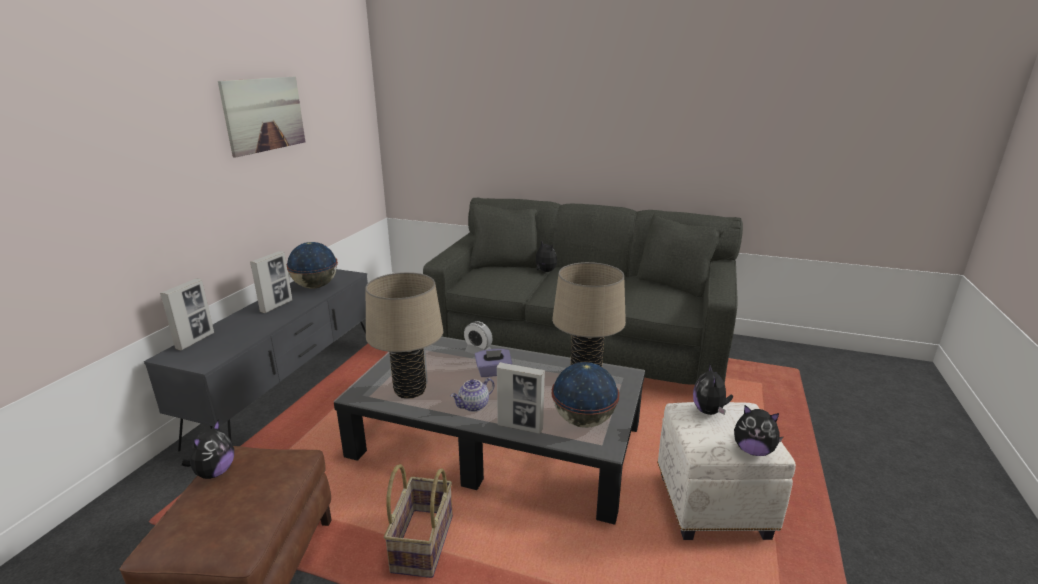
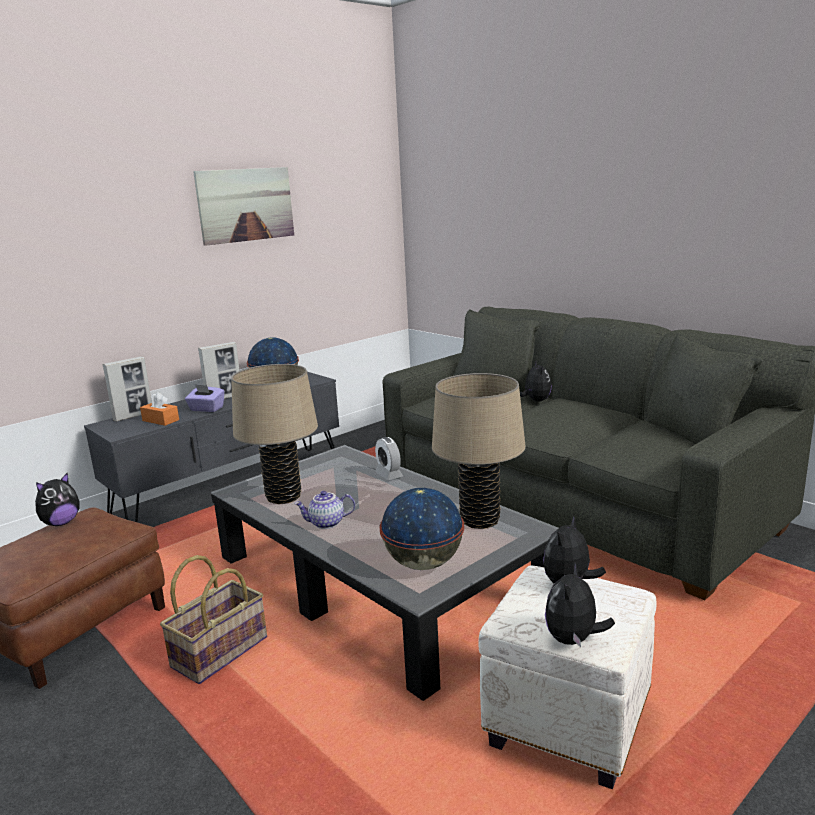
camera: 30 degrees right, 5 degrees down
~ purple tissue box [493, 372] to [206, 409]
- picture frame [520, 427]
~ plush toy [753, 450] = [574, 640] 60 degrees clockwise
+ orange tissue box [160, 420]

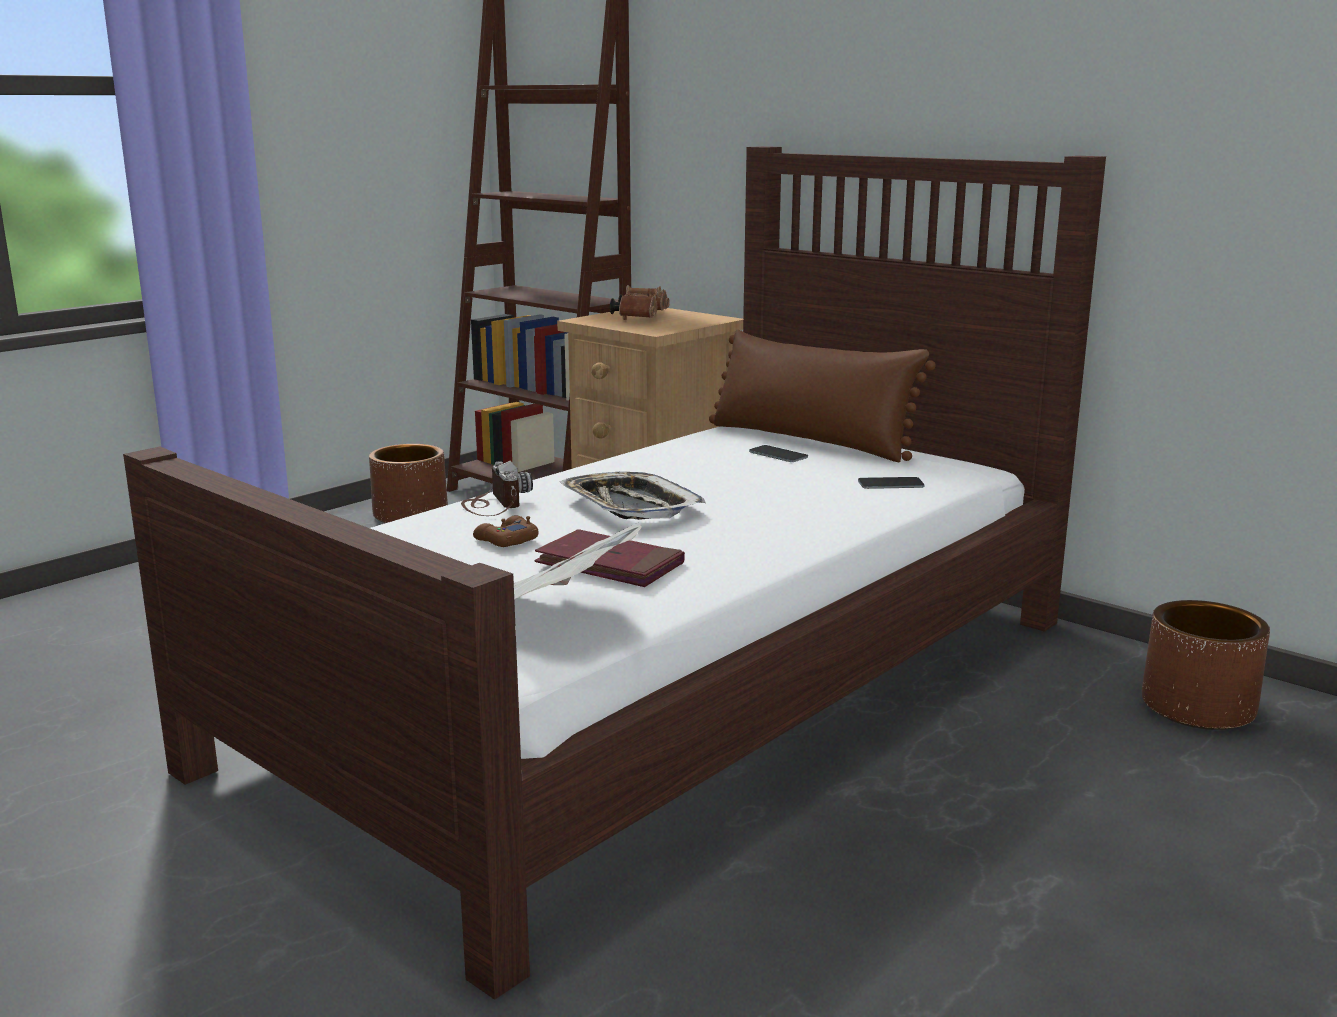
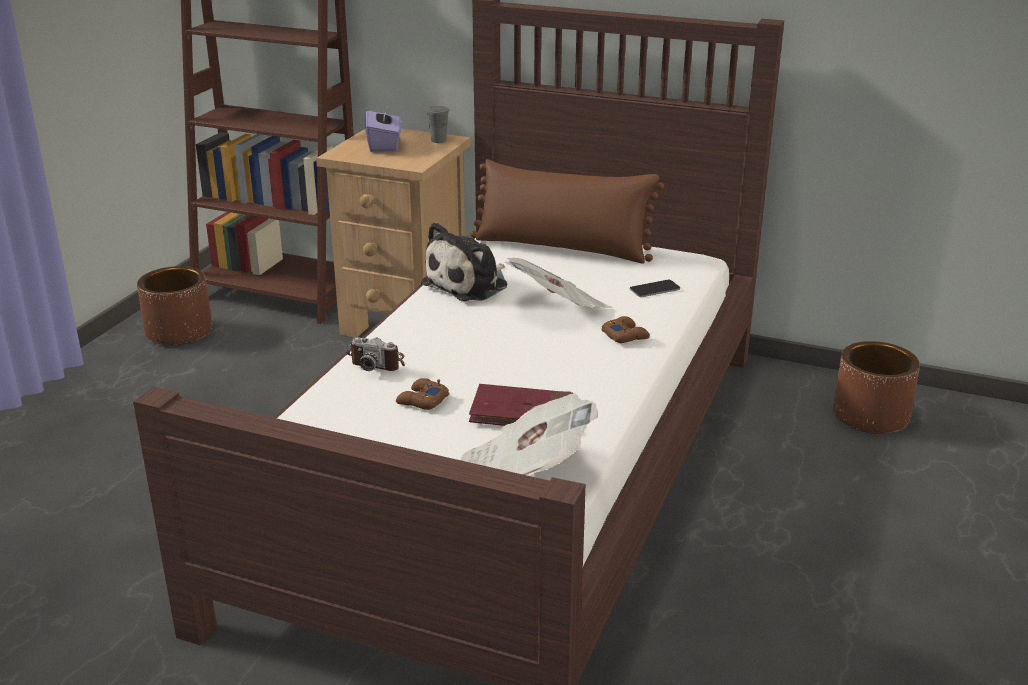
camera: 20 degrees left, 10 degrees up
~ photo camera [493, 505] = [378, 362] 150 degrees clockwise
- tray [630, 506]
~ brown binoculars [641, 317] to purple tissue box [384, 145]
- phone [778, 454]
+ plush toy [469, 284]
+ grey cup [438, 140]
+ newspaper [558, 310]
+ brown game controller [625, 335]

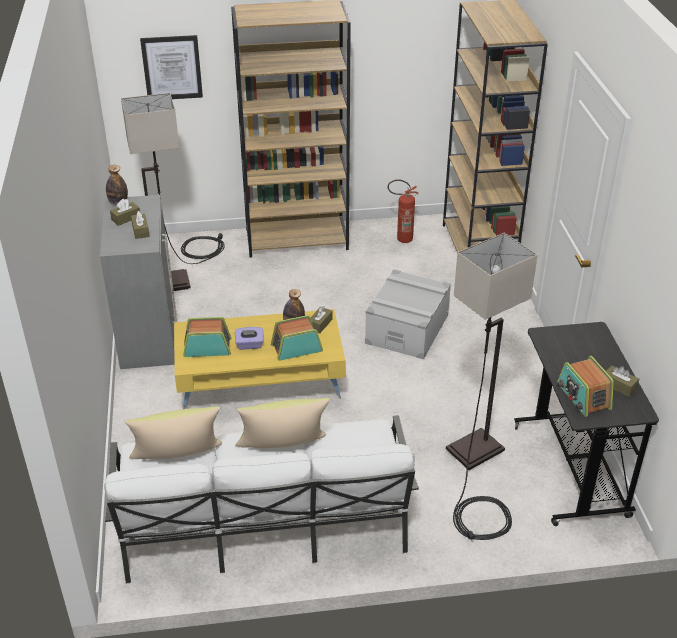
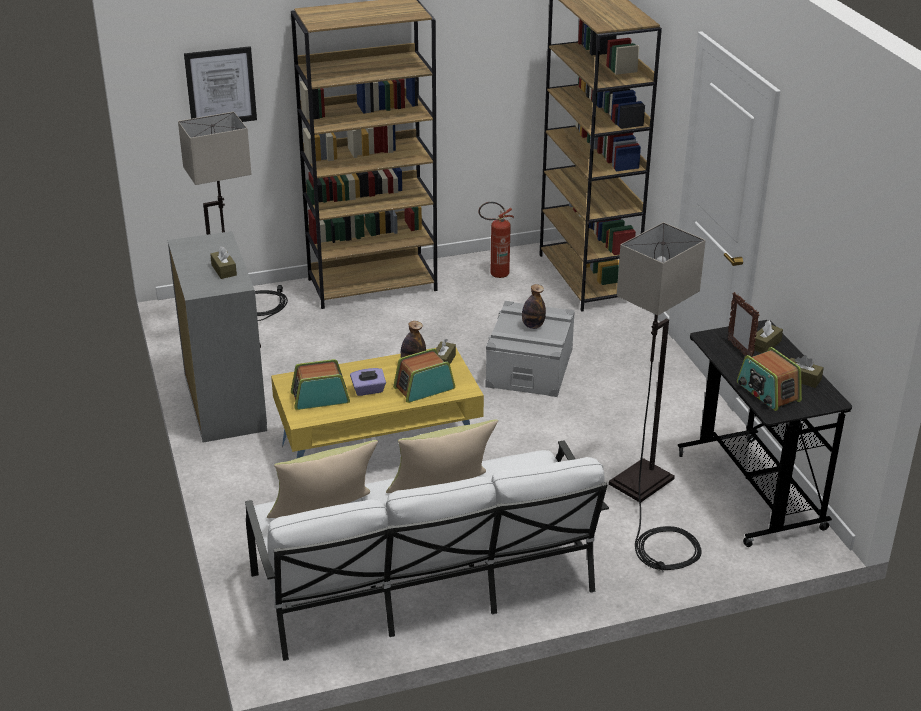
camera: 10 degrees left, 5 degrees down
~ bottle [118, 202] to [533, 326]
~ brown tissue box [126, 218] to [765, 344]
+ picture frame [739, 350]

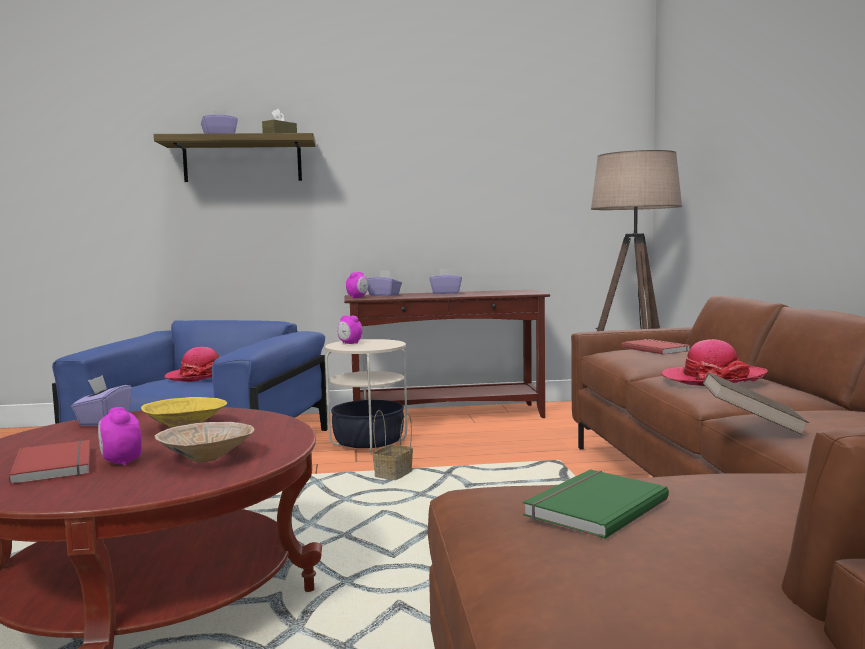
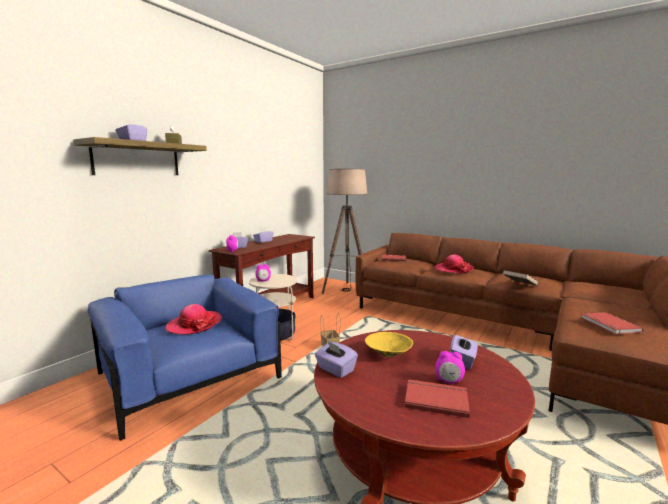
camera: 50 degrees left, 5 degrees up
~ beige bowl [208, 458] to purple tissue box [463, 361]
~ green book [592, 507] to red book [609, 325]

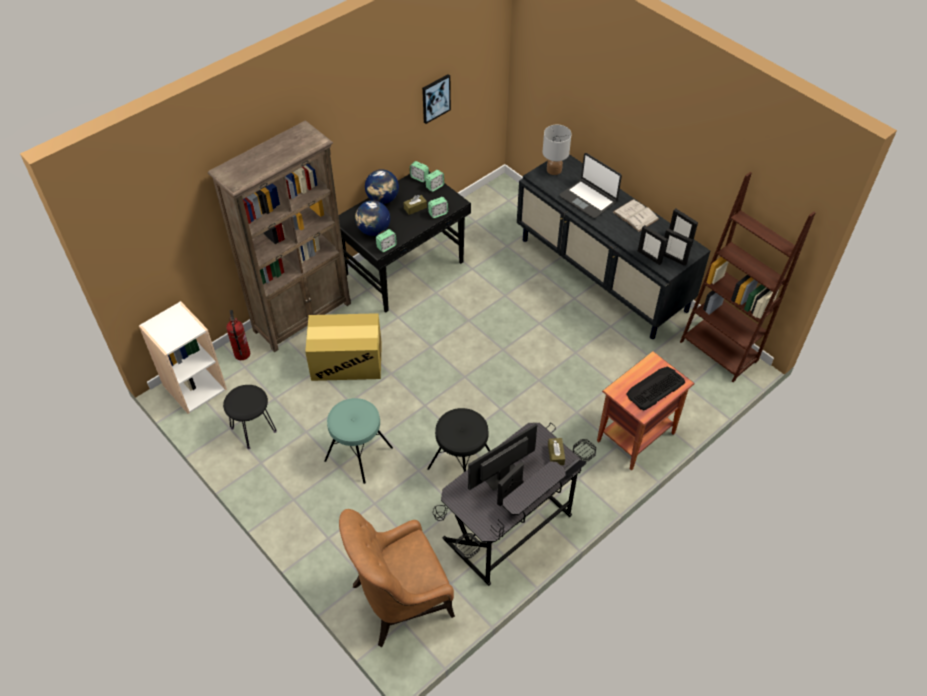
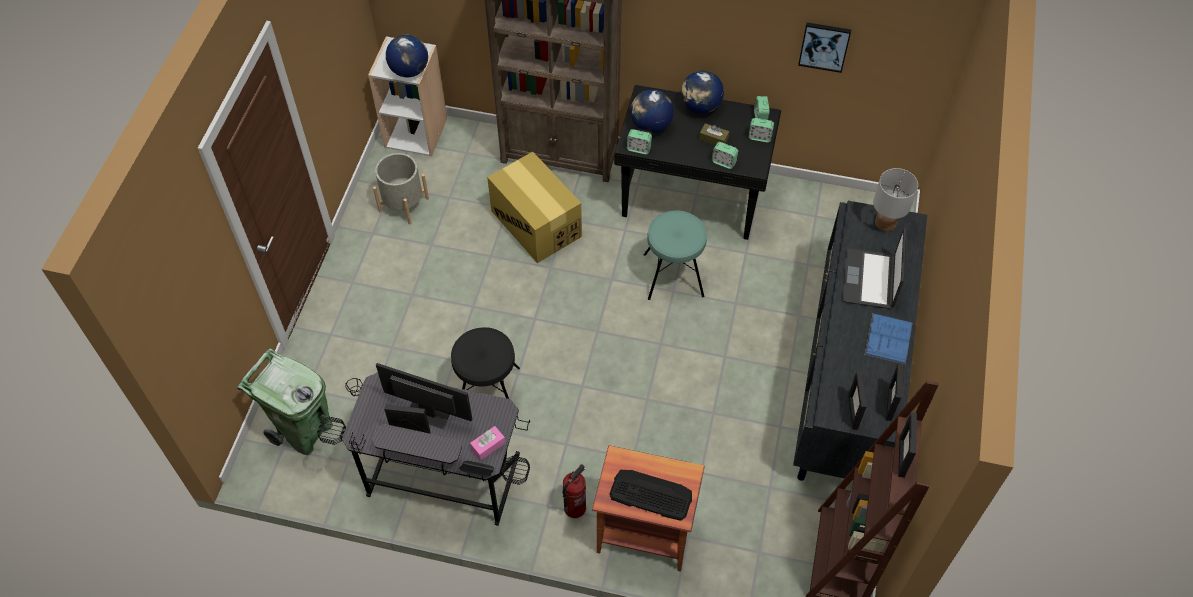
camera: 55 degrees right, 5 degrees up
~ black stool [253, 429] to grey planter [403, 204]
~ fire extinguisher [242, 354] to [574, 507]
~ turquoise stool [358, 454] to [673, 275]
~ brown chair [400, 599] to green trash can [304, 431]
~ brown tissue box [556, 454] to pink tissue box [488, 446]
~ white book [635, 215] to blue book [888, 338]
~ picture frame [650, 256] to [902, 457]
+ globe [409, 70]

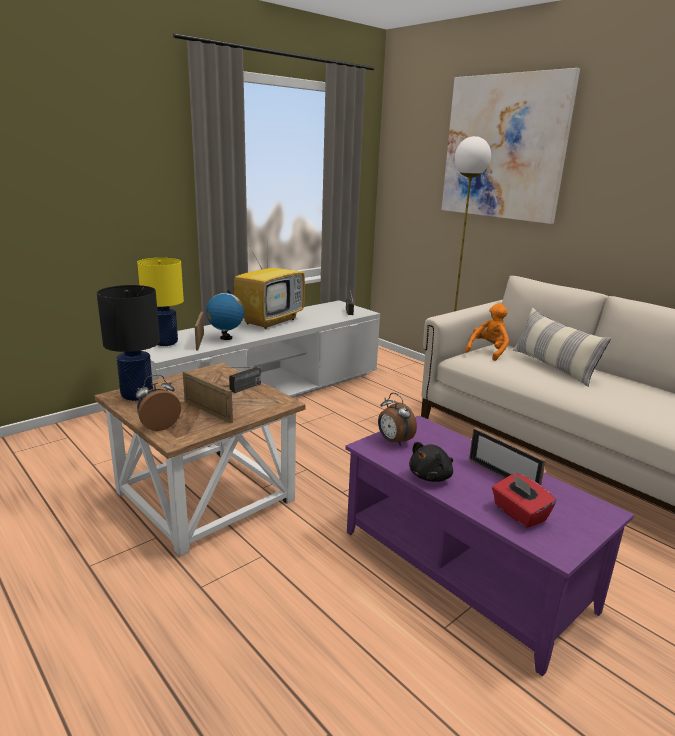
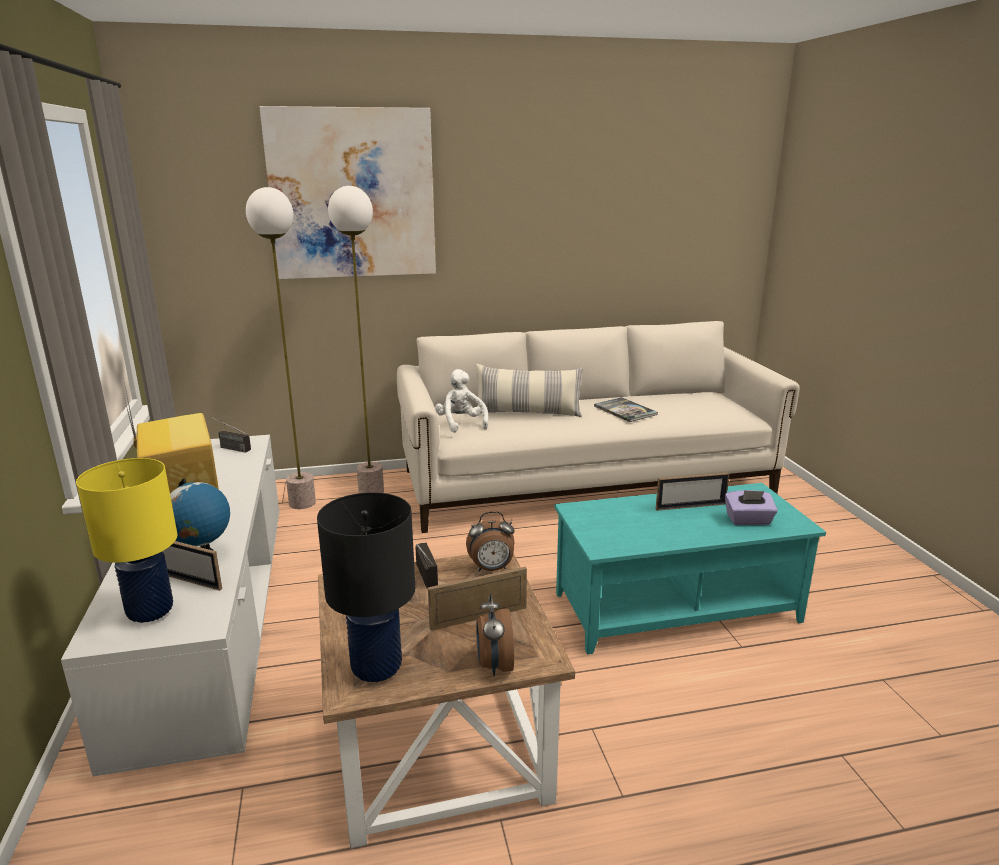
camera: 60 degrees left, 0 degrees up
~ purple coffee table [465, 568] to turquoise coffee table [675, 606]
~ alarm clock [393, 441] to [491, 569]
- black plush toy [431, 476]
~ orange plush toy [488, 352] to white plush toy [461, 424]
~ red tissue box [519, 514] to purple tissue box [748, 520]
+ floor lamp [302, 503]
+ book [625, 410]

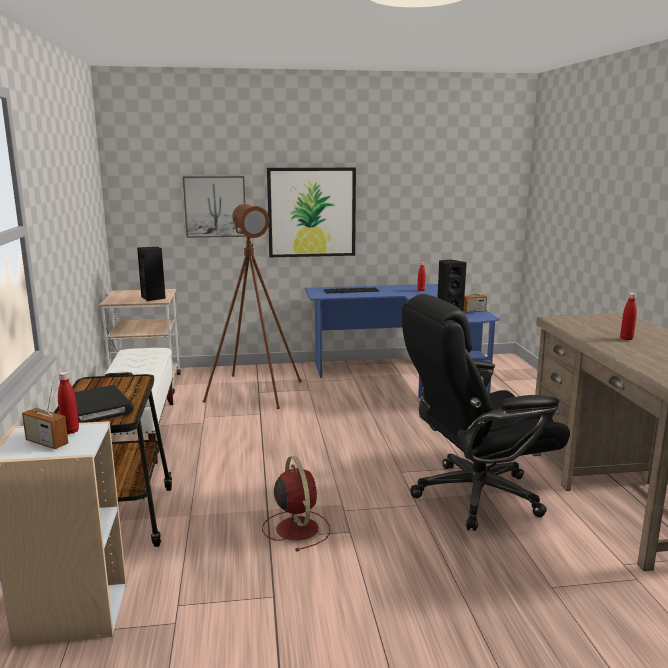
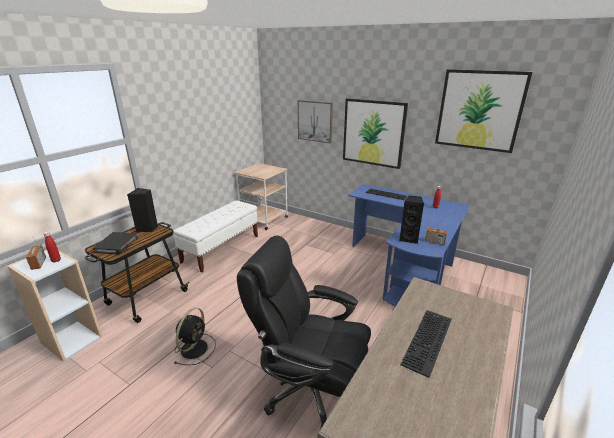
camera: 40 degrees right, 10 degrees up
~ black speaker [153, 298] to [147, 229]
- brown floor lamp [254, 392]
~ red fan [296, 528] to black fan [195, 348]
~ red bottle [626, 339] to keyboard [429, 342]
+ picture [479, 110]

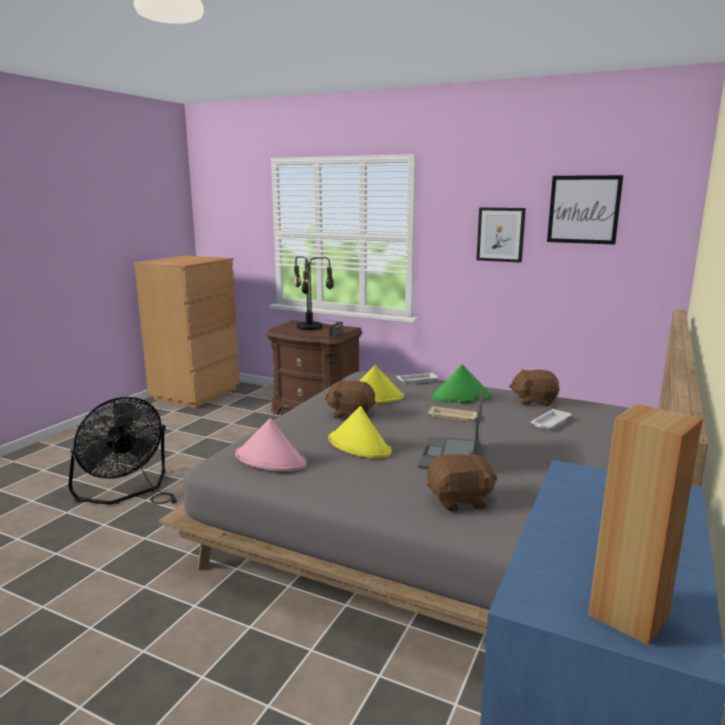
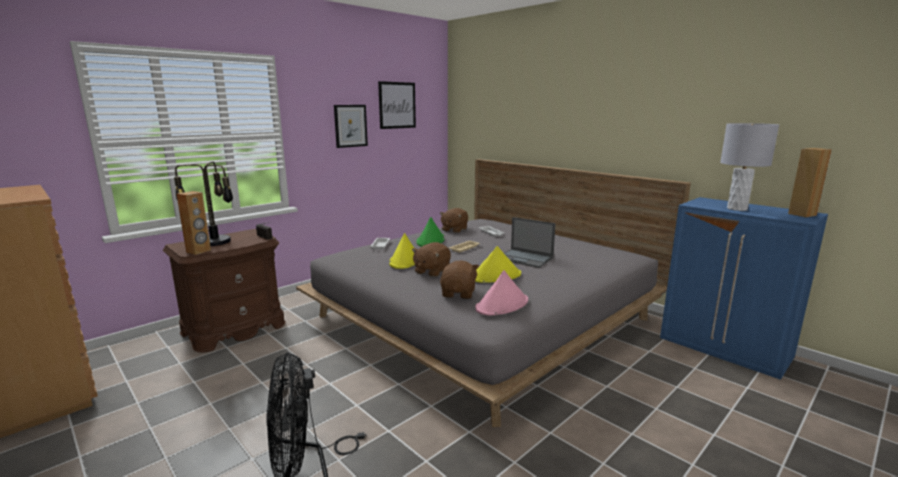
camera: 70 degrees left, 0 degrees up
~ brown plush toy [459, 500] to [459, 293]
+ brown speaker [198, 251]
+ grey table lamp [737, 209]

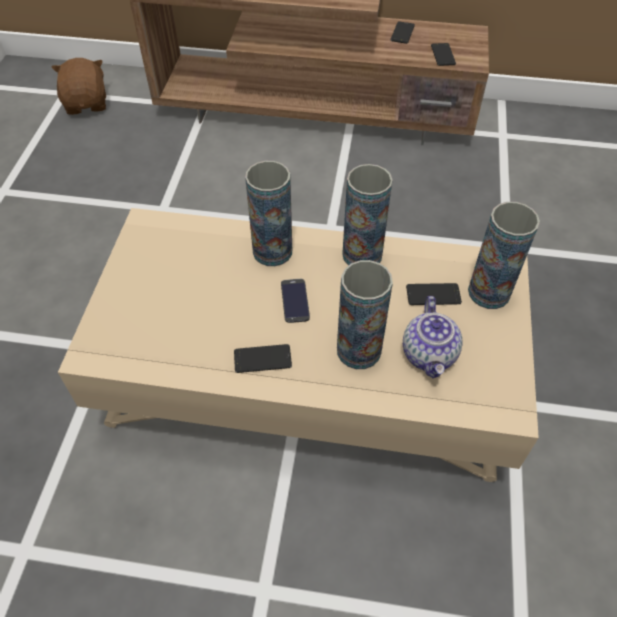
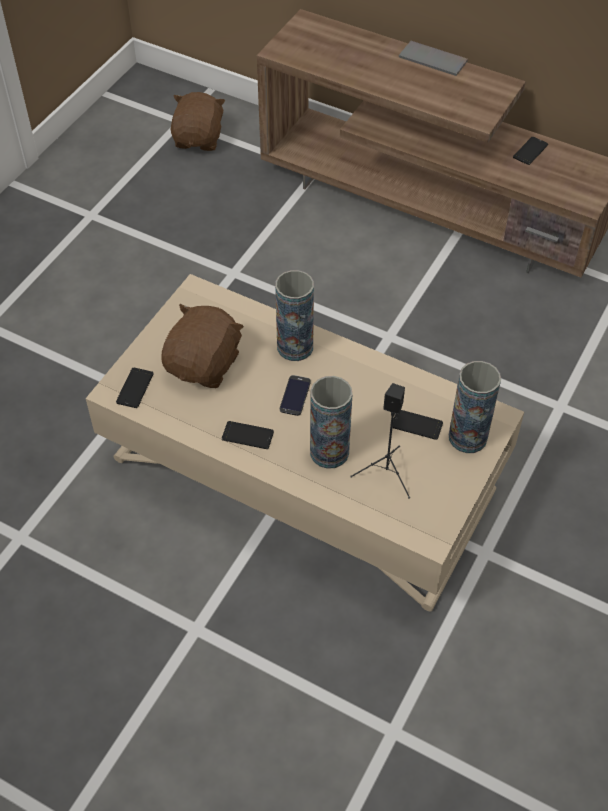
camera: 20 degrees right, 0 degrees up
- vase [362, 255]
~ teapot [430, 355] to black speaker [387, 473]
~ phone [443, 55] to [135, 388]
+ brown plush toy [204, 364]

